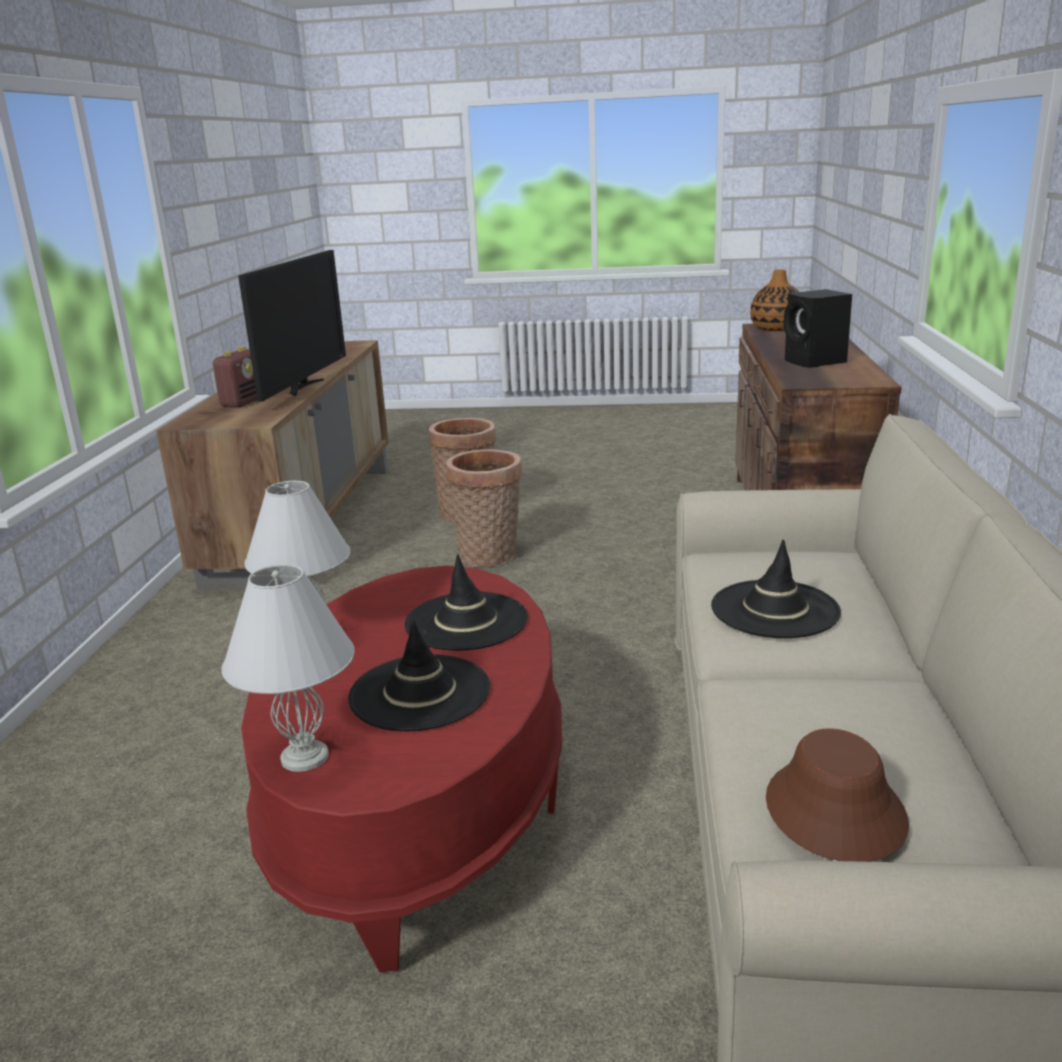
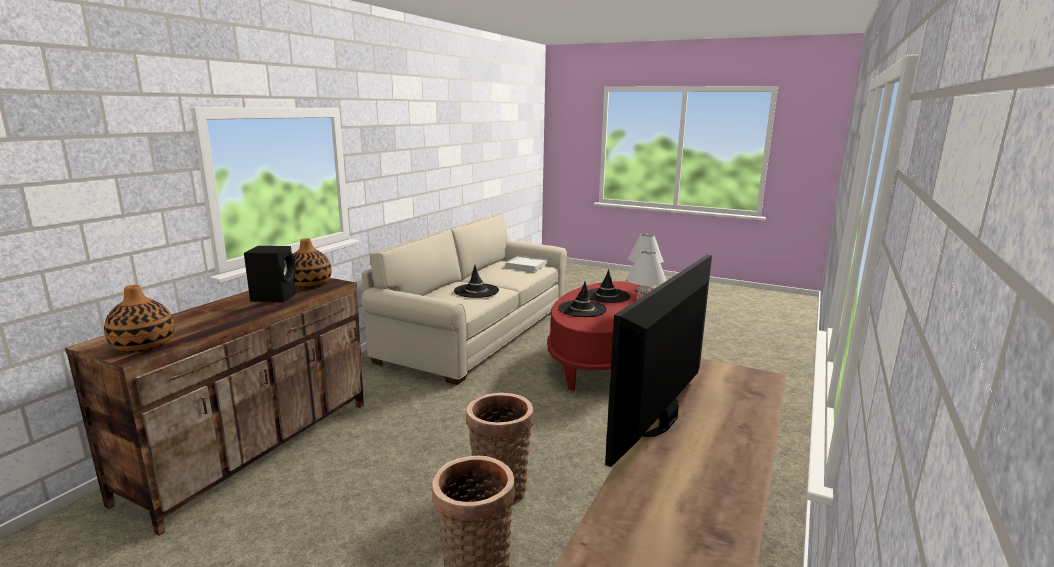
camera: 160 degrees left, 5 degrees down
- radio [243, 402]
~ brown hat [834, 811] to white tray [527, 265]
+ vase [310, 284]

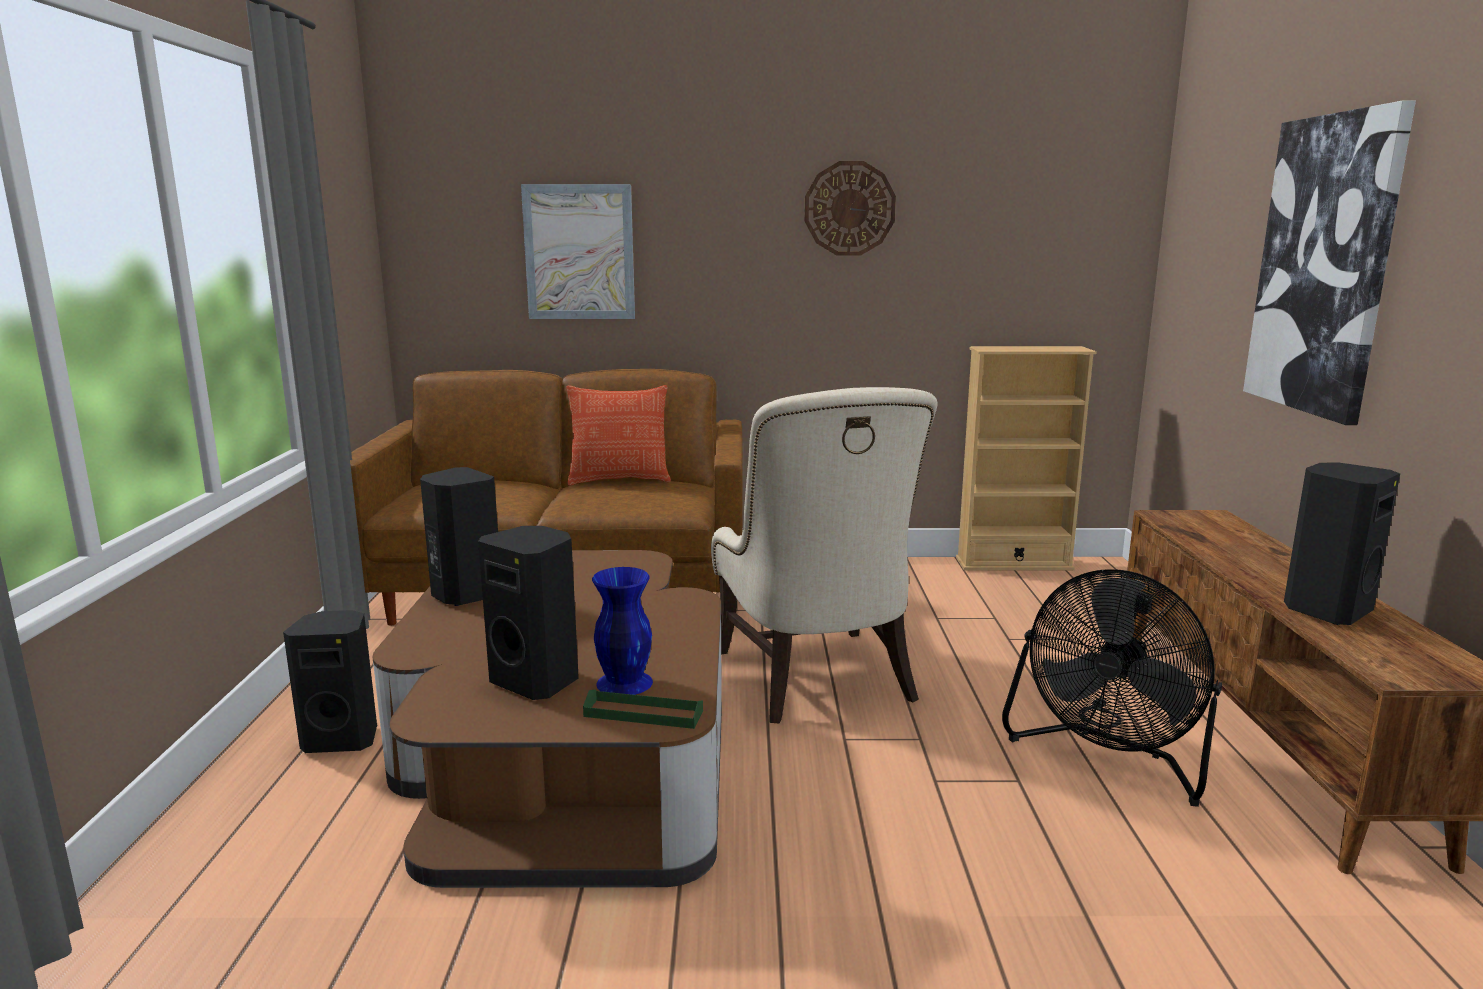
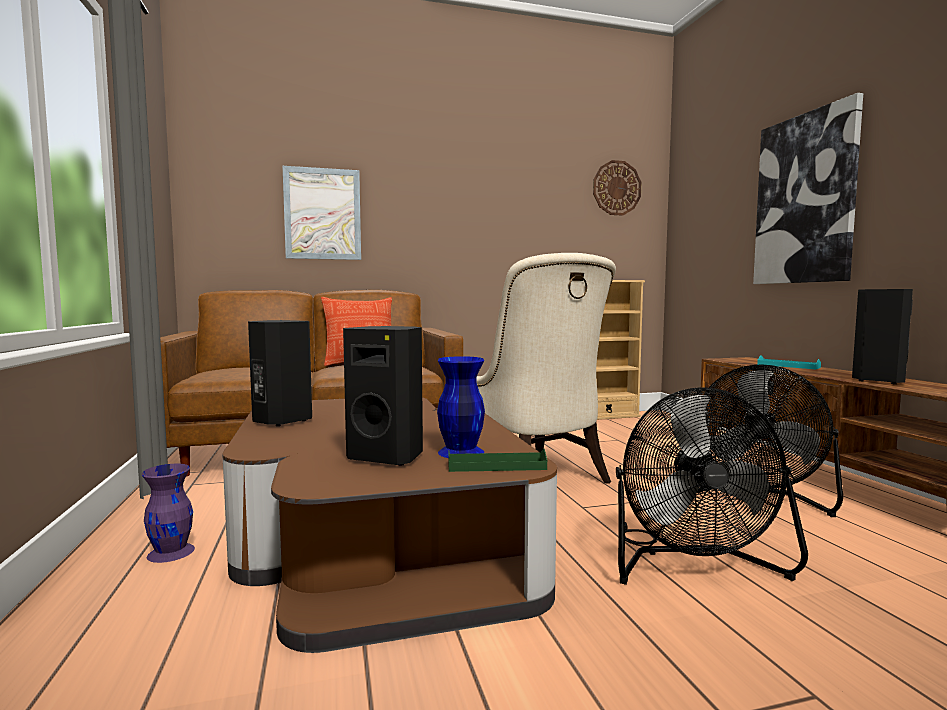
camera: 15 degrees left, 10 degrees down
~ black speaker [343, 739] to purple vase [172, 552]
~ wall clock [849, 208] to [616, 188]
+ black fan [685, 564]
+ turquoise tray [788, 366]

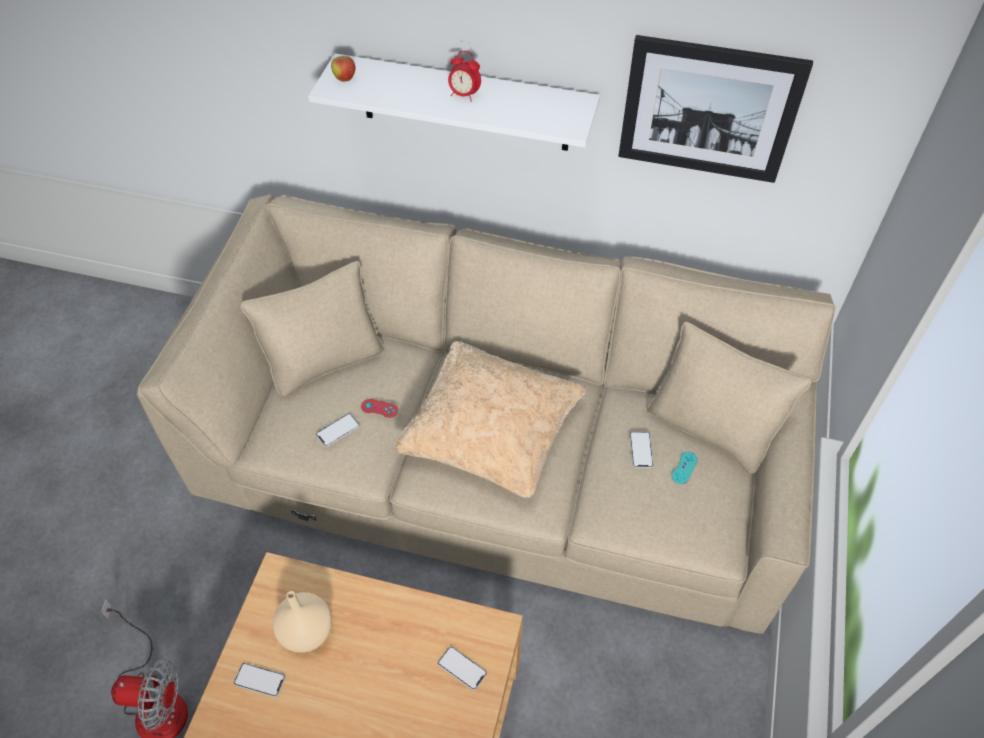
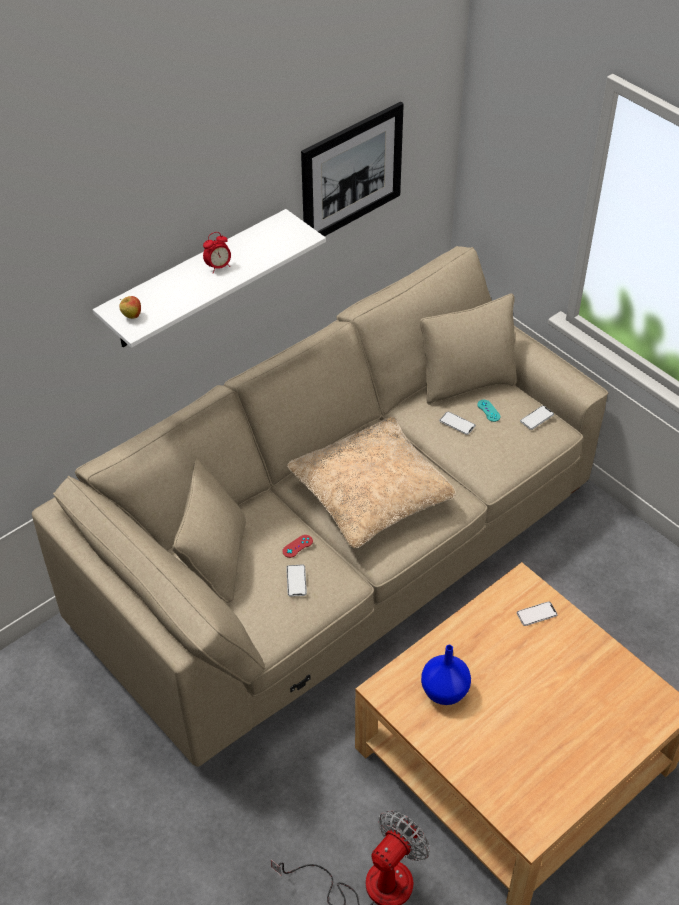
camera: 55 degrees left, 5 degrees down
~ phone [260, 680] to [537, 418]
~ beige vase [305, 632] to blue vase [444, 692]

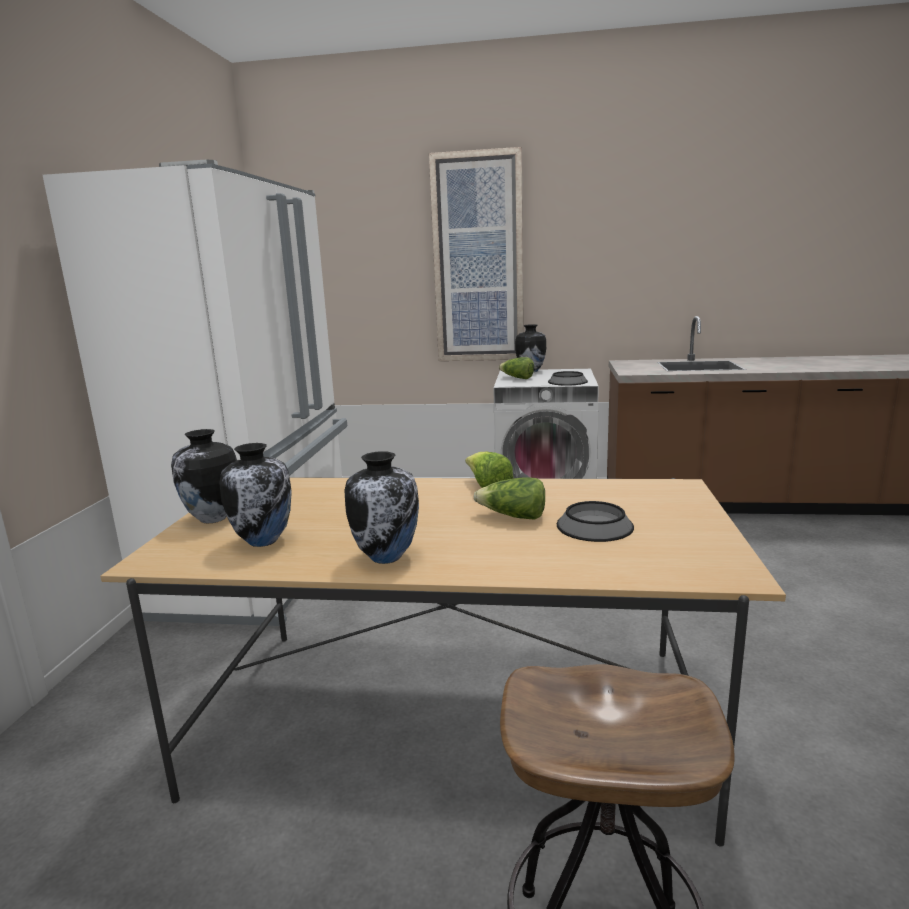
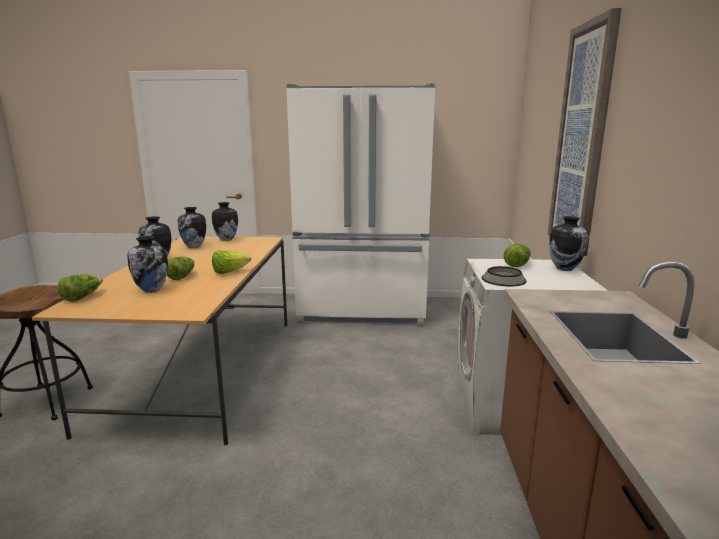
camera: 85 degrees right, 0 degrees up
~ bowl [594, 525] to vase [152, 290]
+ lettuce [82, 297]

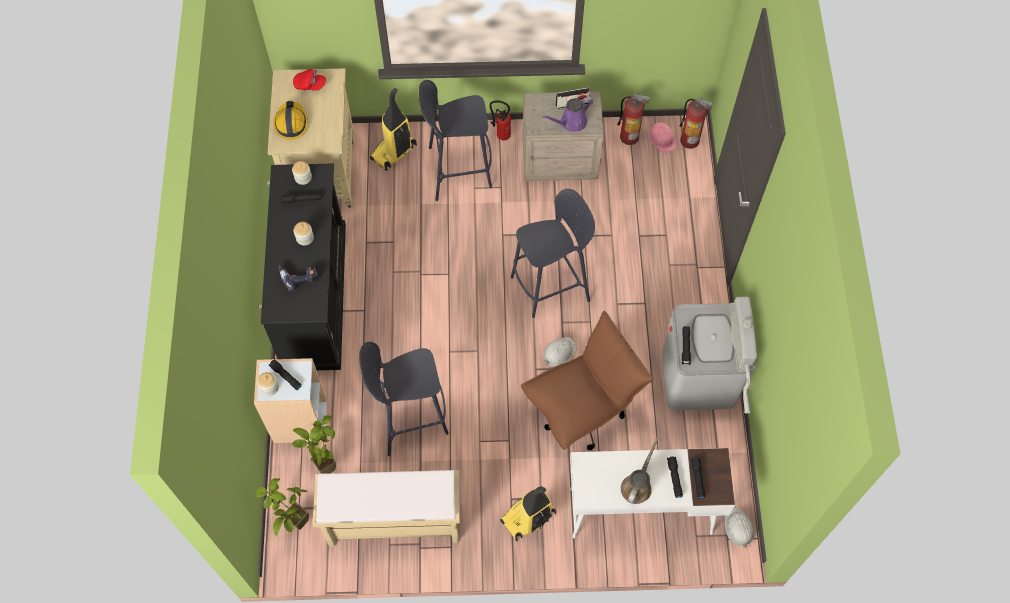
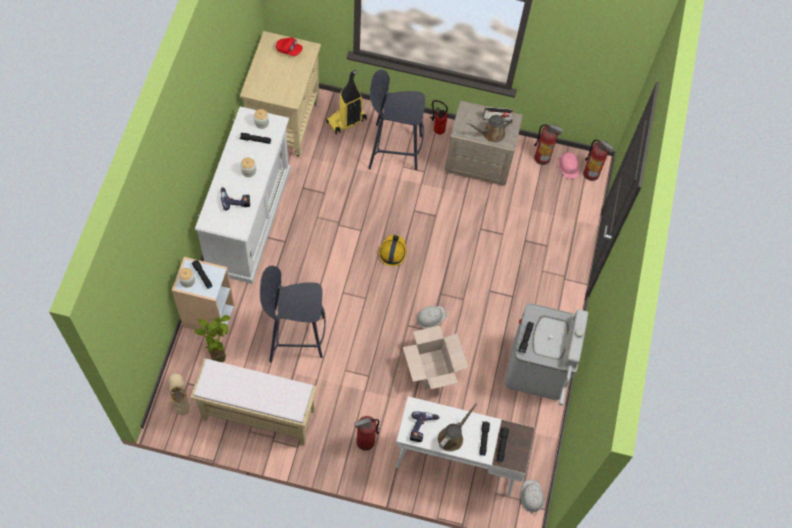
camera: 10 degrees right, 0 degrees up
~ potted plant [293, 525] to beige boot [179, 395]
~ black cabinet [314, 295] to white cabinet [249, 219]
~ hard hat [291, 123] to [392, 252]
~ vacuum cleaner [528, 518] to fire extinguisher [365, 441]
- grey stool [550, 285]
~ brown office chair [580, 411] to cardboard box [433, 369]
~ purple watering can [571, 122] to brown watering can [491, 134]
+ power drill [422, 428]

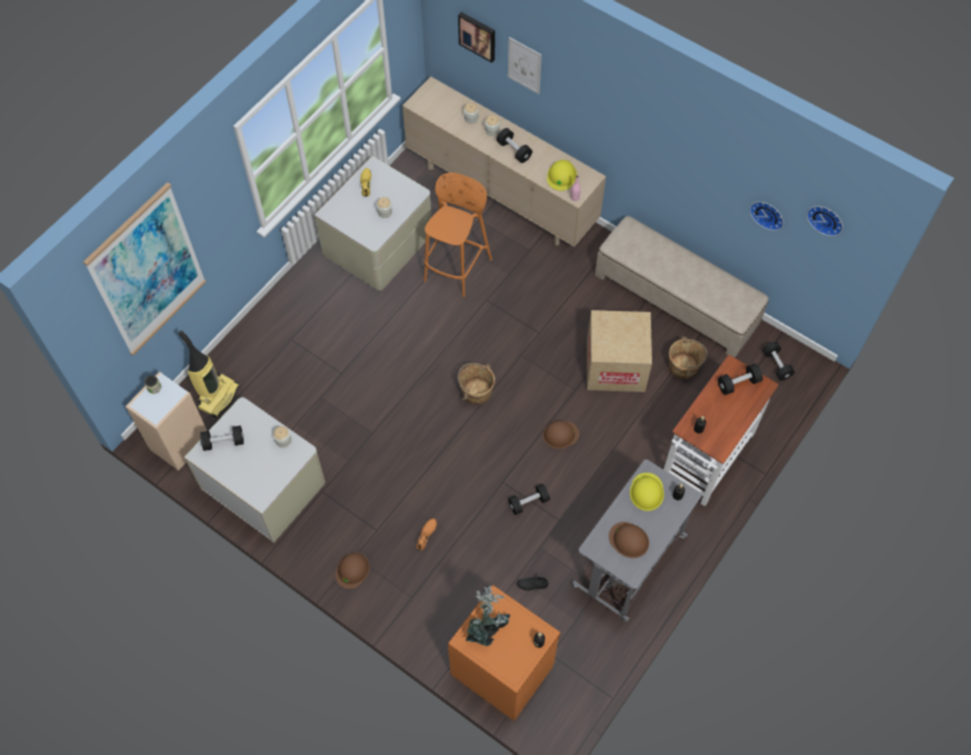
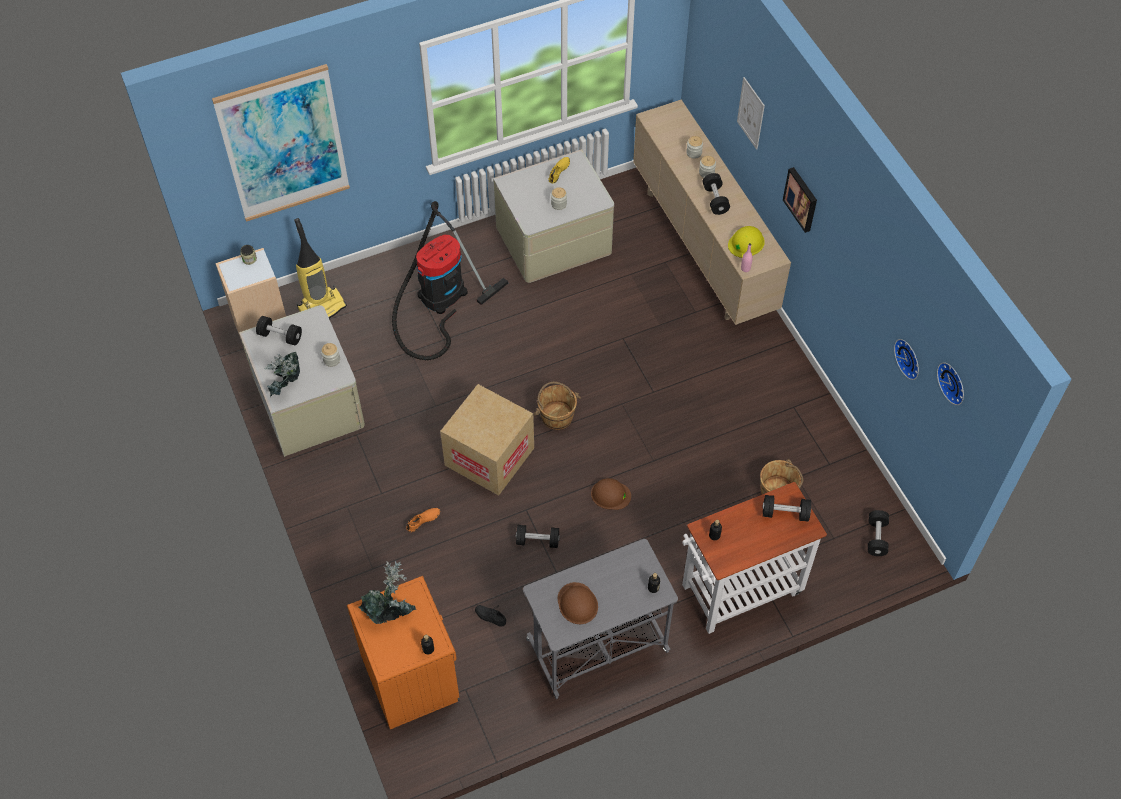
camera: 30 degrees right, 5 degrees down
- brown hard hat [352, 570]
- orange stool [456, 267]
~ picture [478, 36] to [802, 199]
~ cardboard box [615, 365] to [489, 456]
- beige bench [677, 298]
- yellow hard hat [646, 492]
+ potted plant [288, 386]
+ vacuum cleaner [439, 298]

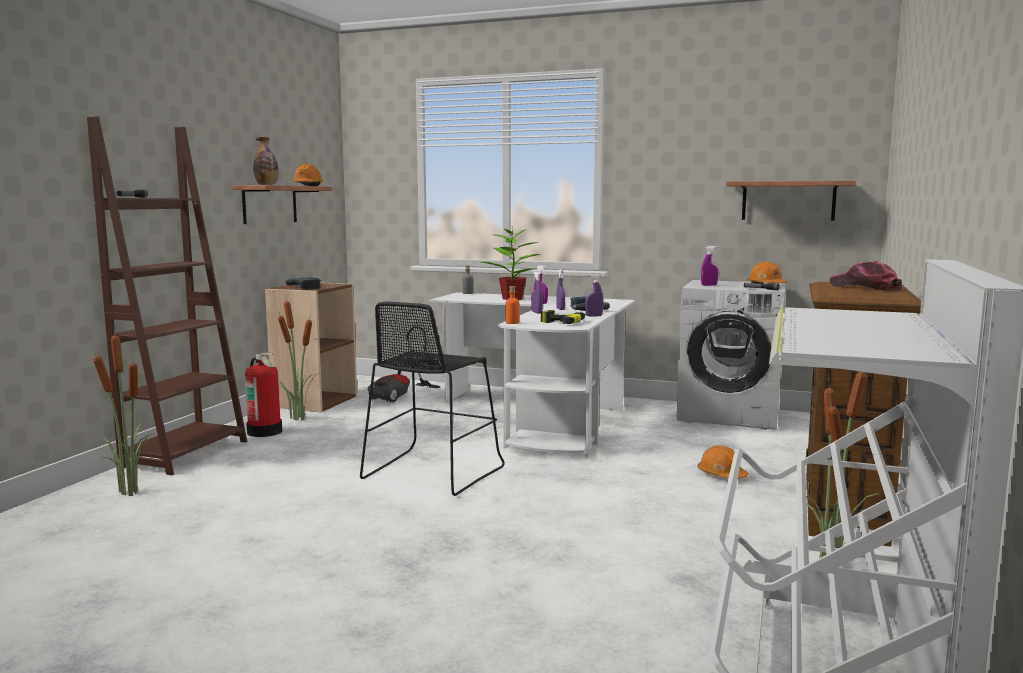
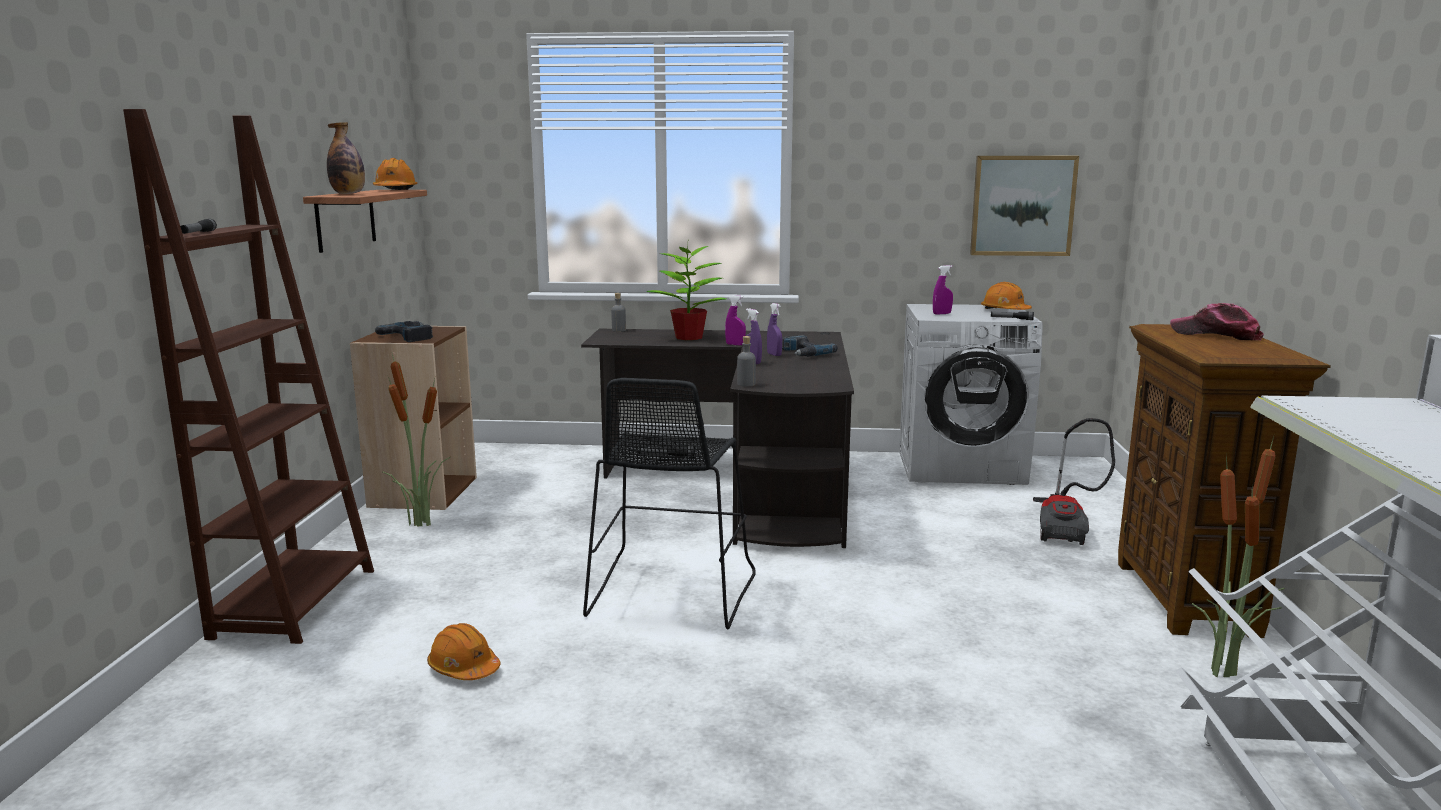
camera: 15 degrees left, 5 degrees up
- potted plant [130, 492]
- fire extinguisher [265, 431]
~ vacuum cleaner [402, 396] to [1065, 527]
~ white desk [544, 415] to black desk [745, 488]
~ orange bottle [512, 323] to grey bottle [746, 384]
- power drill [566, 321]
- purple spray bottle [594, 316]
~ orange hard hat [721, 475] to [464, 668]
~ shelf [788, 201] to picture [1022, 205]

